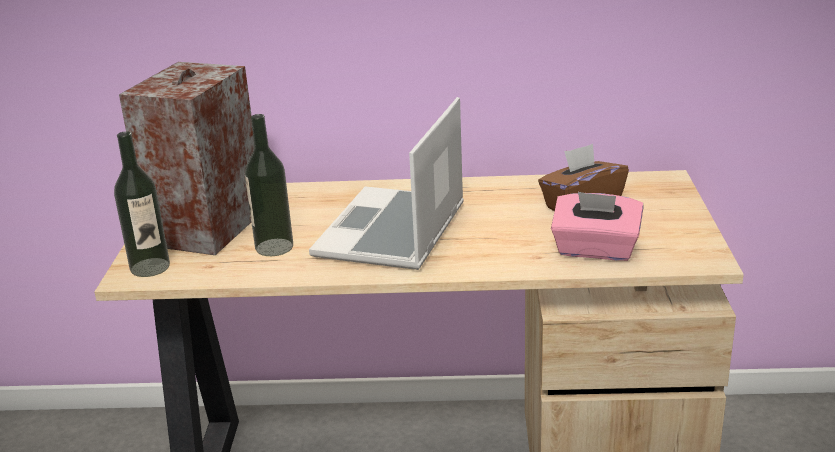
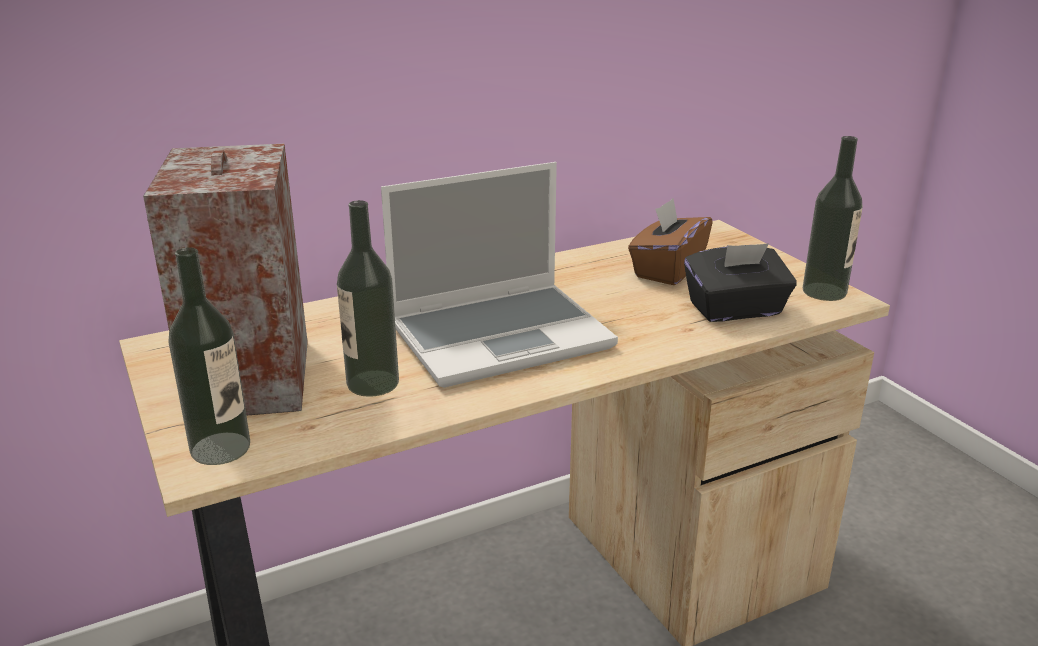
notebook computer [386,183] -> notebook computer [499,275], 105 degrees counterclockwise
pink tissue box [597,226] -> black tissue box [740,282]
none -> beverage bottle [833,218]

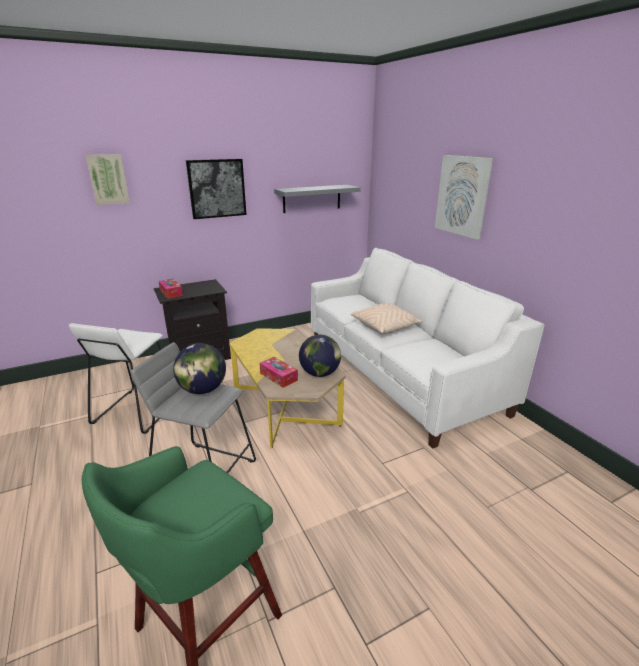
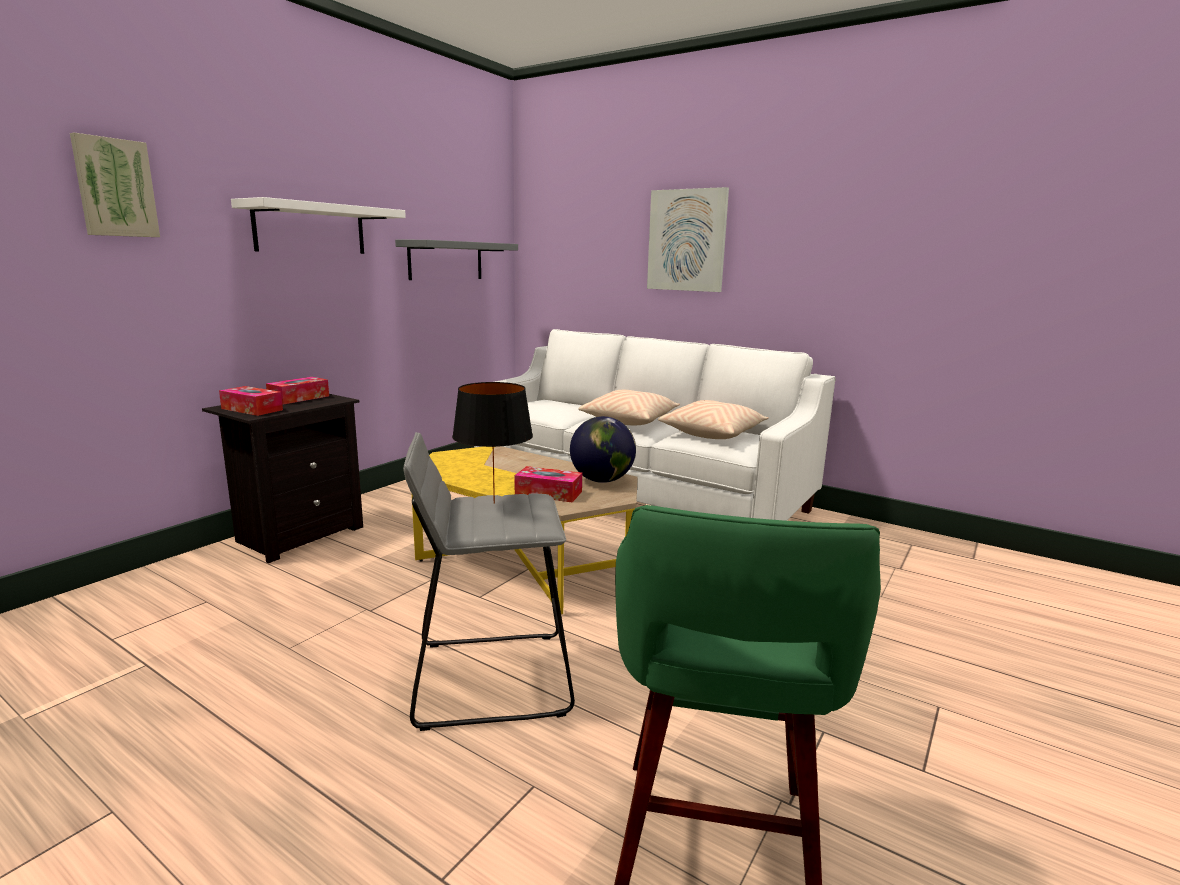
picture [216,189] -> whitish shelf [318,225]
whitish stool [116,378] -> none
globe [199,368] -> black tabletop lamp [492,443]
none -> tissue box [297,391]
none -> beige-coloured cushion [713,419]

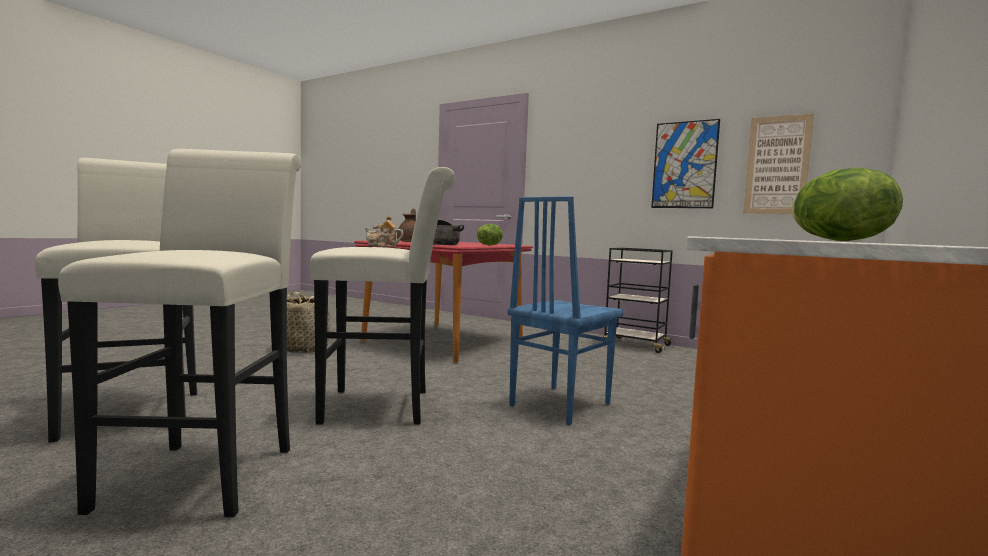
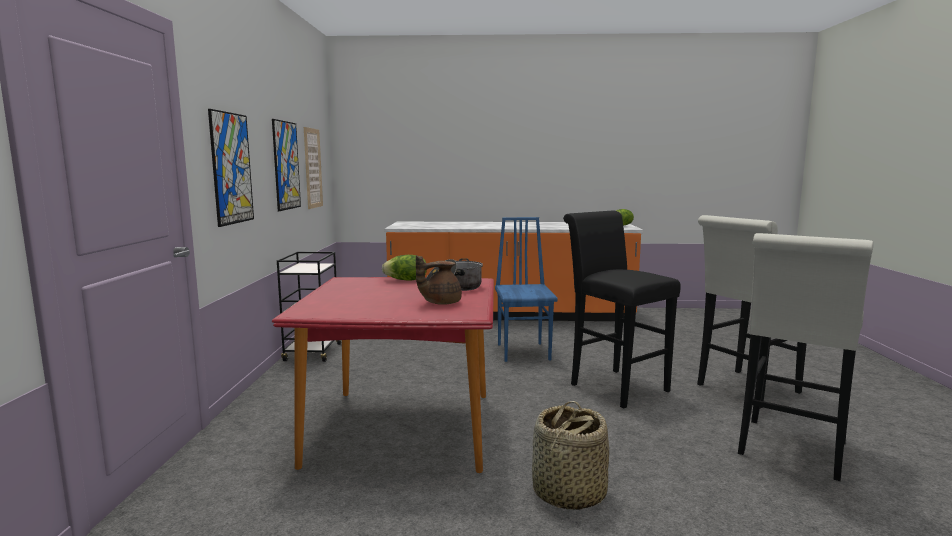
whitish stool [382,296] -> black stool [622,309]
bluish upright chair [565,310] -> bluish upright chair [526,289], 105 degrees counterclockwise
tea pot [384,231] -> none
none -> picture [231,168]

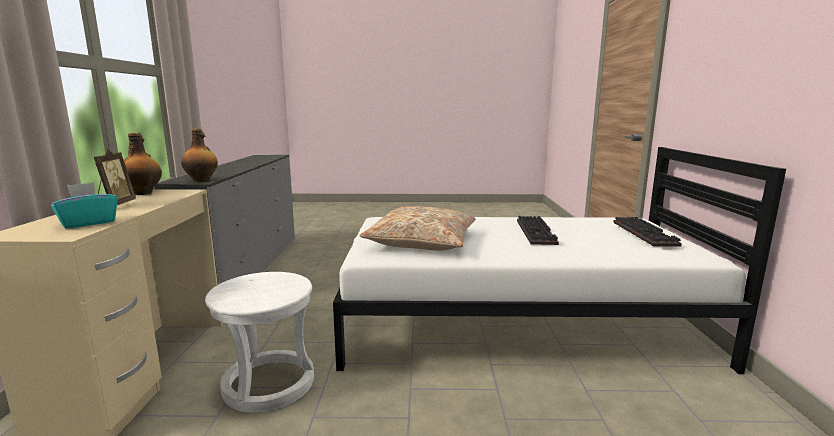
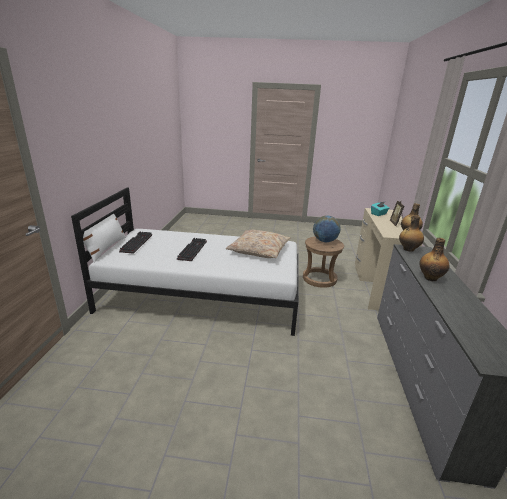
whitish stool [259,342] -> brown-coloured stool [323,262]
none -> whitish cushion [104,238]
none -> globe [327,228]
none -> beverage bottle [434,259]

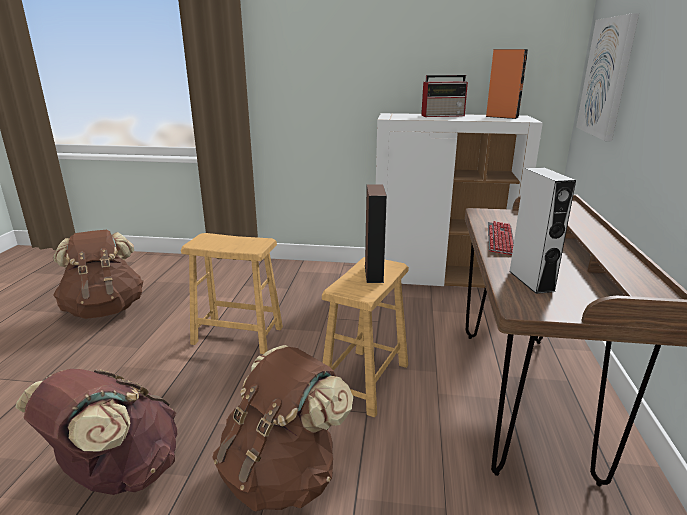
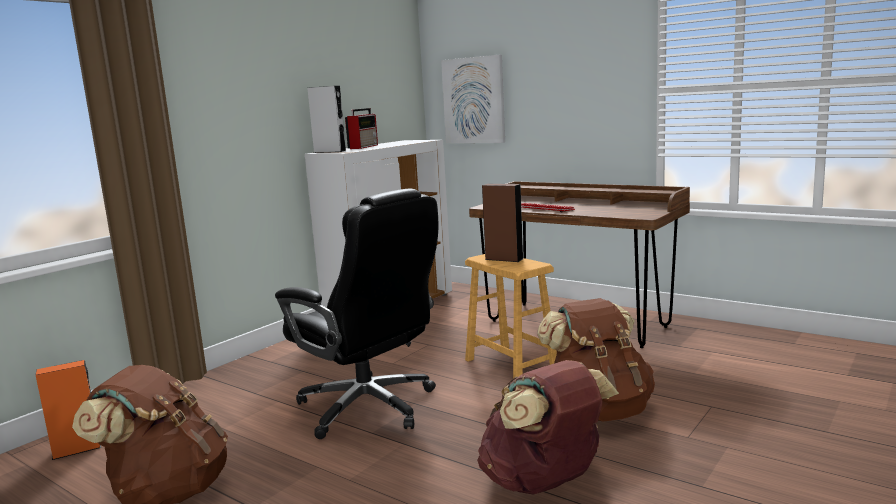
orange loudspeaker [507,84] -> orange loudspeaker [68,410], shifted
grey loudspeaker [542,230] -> grey loudspeaker [326,119], shifted
brown-coloured stool [232,293] -> black desk chair [356,314]

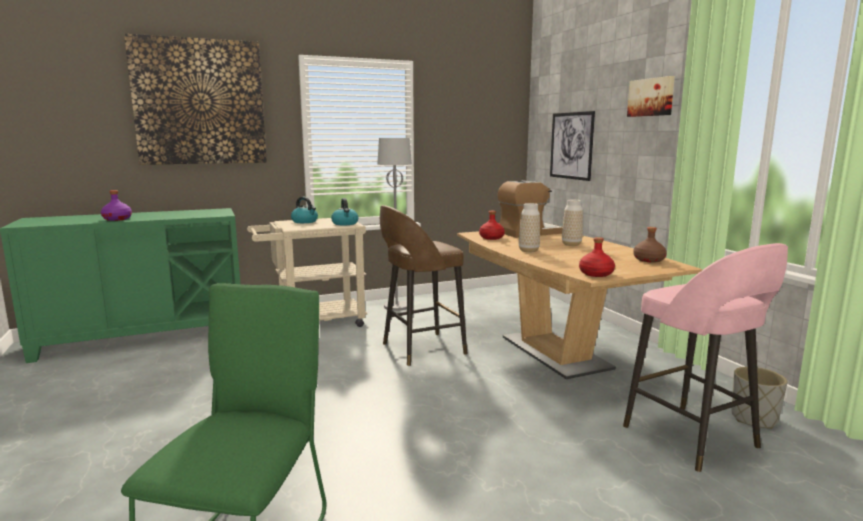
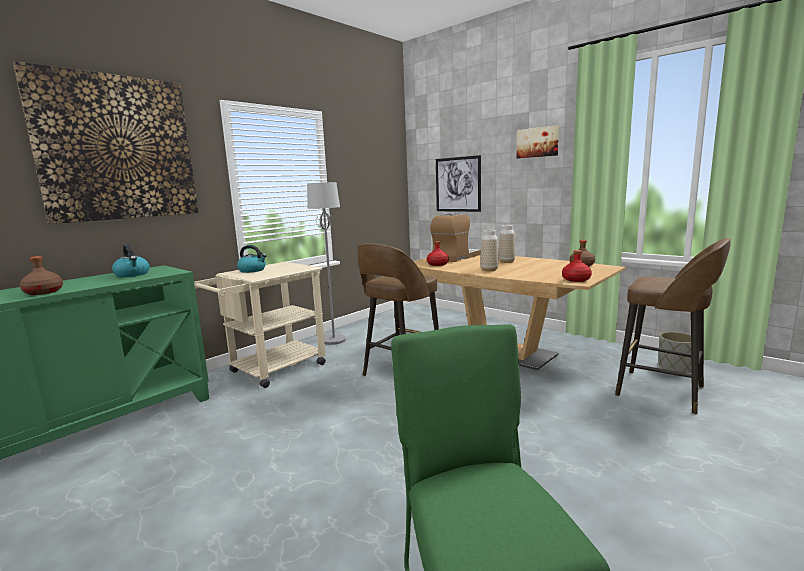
purple-coloured beverage bottle [116,205] -> brown-coloured beverage bottle [41,275]
kettle [345,211] -> kettle [131,260], shifted
pink stool [705,357] -> brown-coloured stool [673,326]

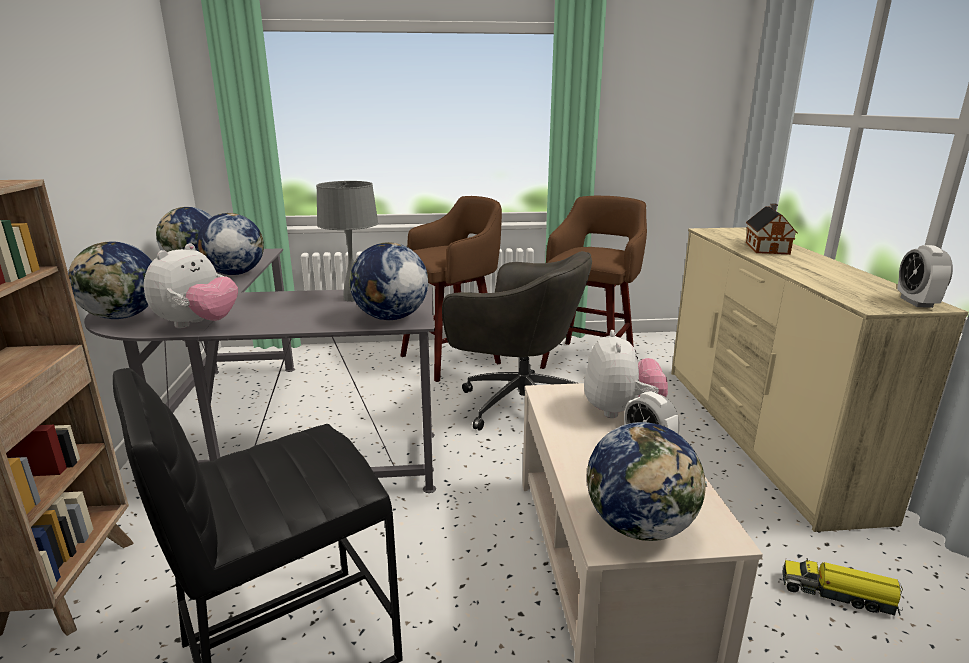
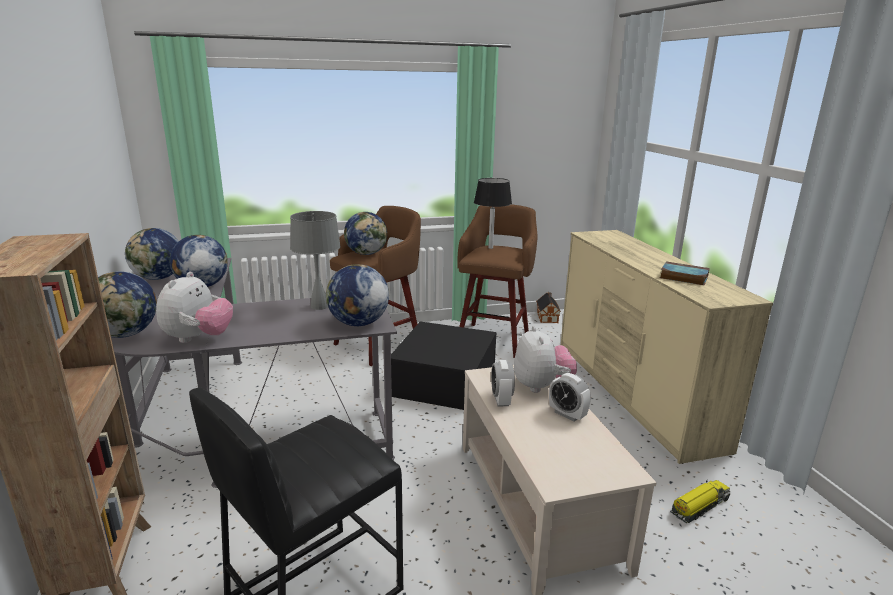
toy house [772,229] -> toy house [548,307], shifted
alarm clock [925,276] -> alarm clock [503,383], shifted
grey desk chair [517,341] -> black storage bin [443,365]
globe [647,481] -> globe [365,233], shifted
toy truck [843,587] -> toy truck [700,502], 135 degrees clockwise
none -> black tabletop lamp [493,213]
none -> bound book [685,274]

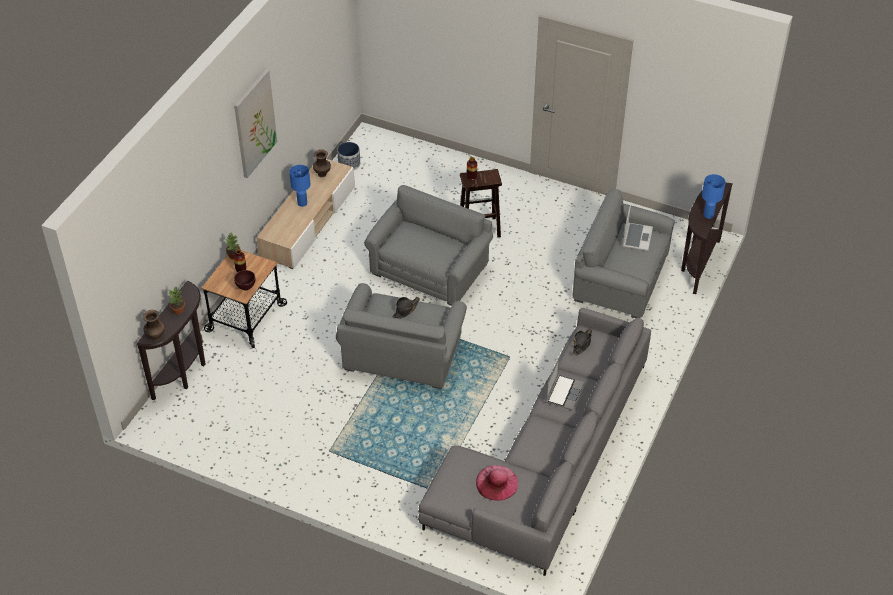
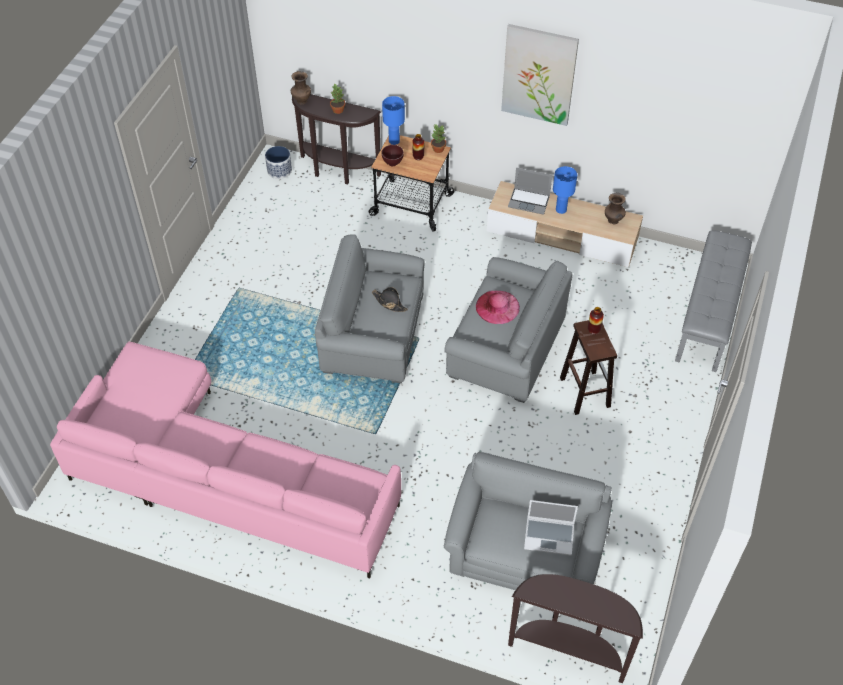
plant pot [348,156] -> plant pot [278,162], shifted
bluish tabletop lamp [714,196] -> bluish tabletop lamp [393,120], shifted
grey couch [534,442] -> pink couch [225,460]
black clothing hat [582,342] -> none
notebook computer [564,383] -> notebook computer [530,191], shifted
pink clothing hat [497,483] -> pink clothing hat [498,307], shifted
none -> grey indoor bench [713,301]

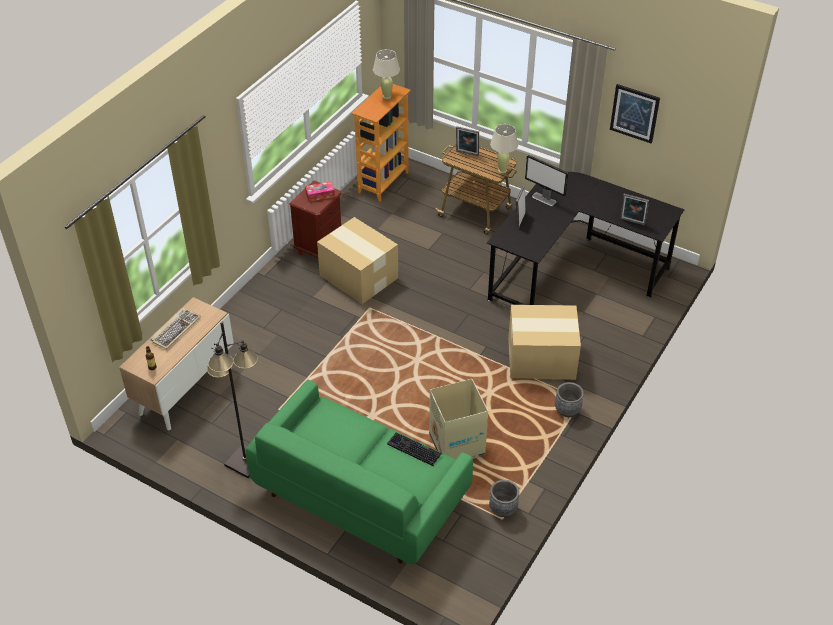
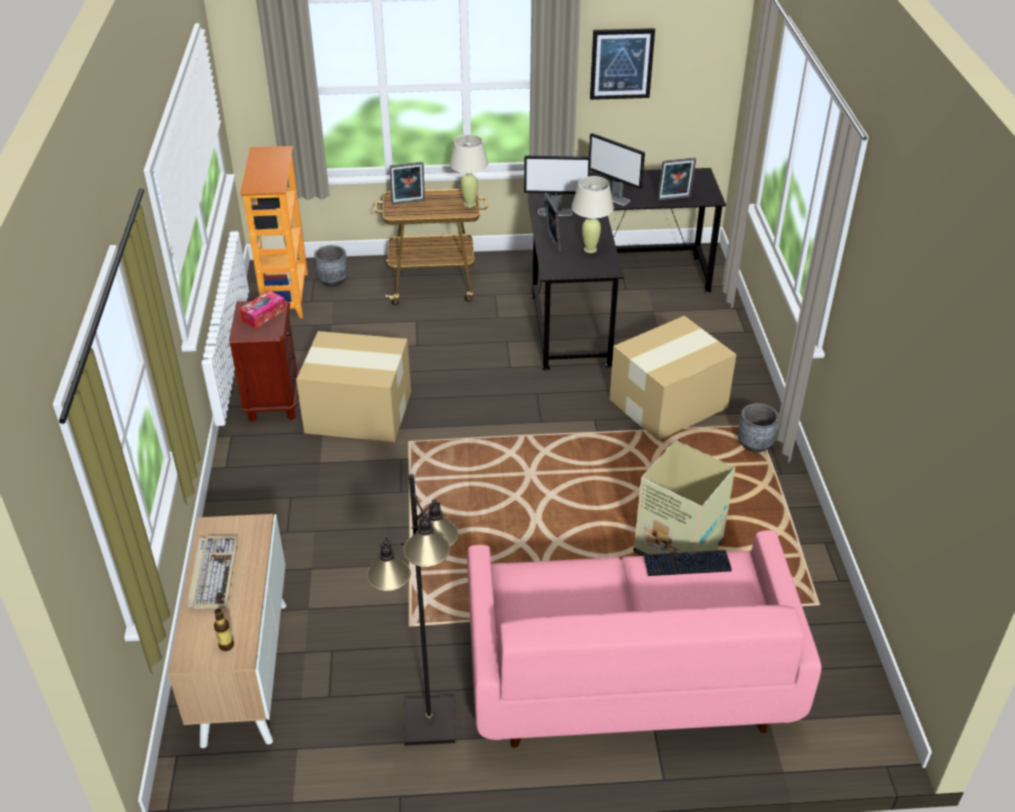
beige-coloured tabletop lamp [386,74] -> beige-coloured tabletop lamp [593,214], shifted
green-coloured couch [359,472] -> pink couch [644,639]
grey plant pot [504,498] -> grey plant pot [331,266], shifted
none -> computer display [617,169]

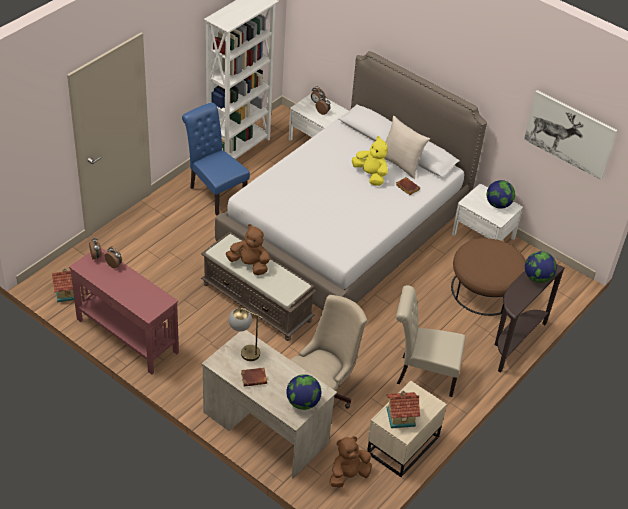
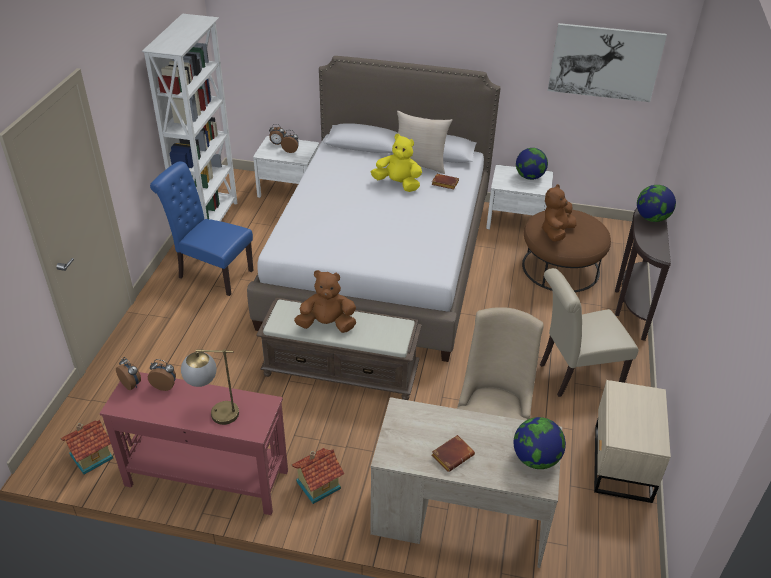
tabletop lamp [246,334] -> tabletop lamp [210,387], shifted
toy house [403,409] -> toy house [318,476], shifted
brown-coloured plush toy [351,461] -> brown-coloured plush toy [559,213], shifted

